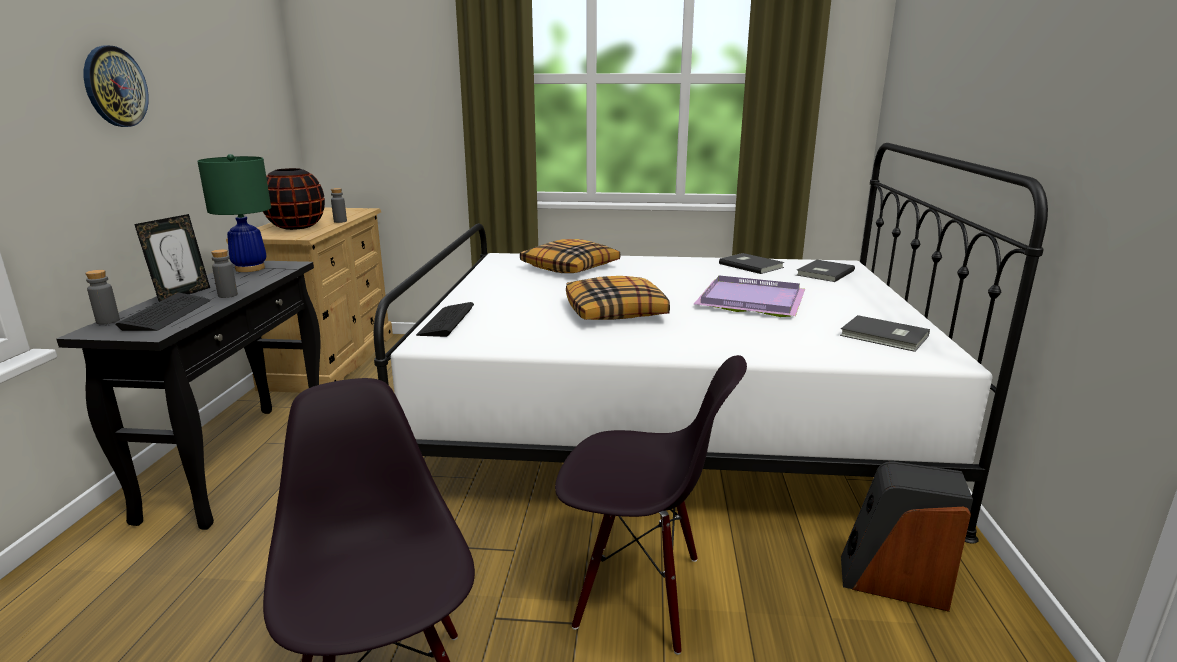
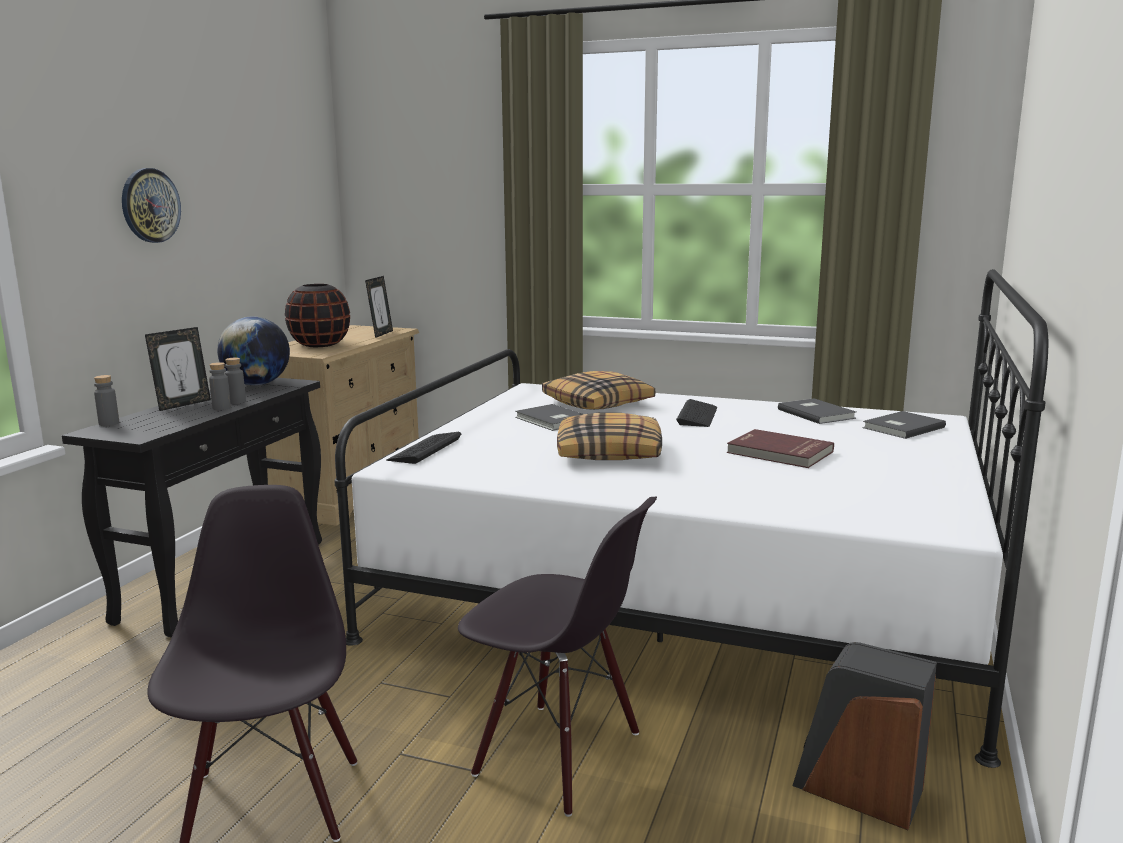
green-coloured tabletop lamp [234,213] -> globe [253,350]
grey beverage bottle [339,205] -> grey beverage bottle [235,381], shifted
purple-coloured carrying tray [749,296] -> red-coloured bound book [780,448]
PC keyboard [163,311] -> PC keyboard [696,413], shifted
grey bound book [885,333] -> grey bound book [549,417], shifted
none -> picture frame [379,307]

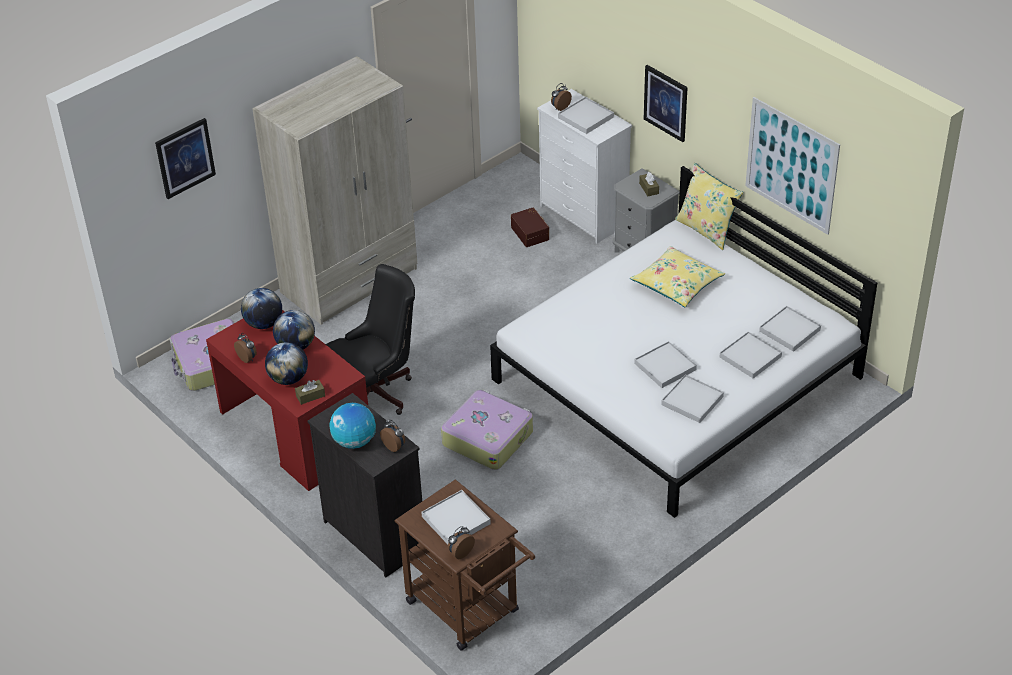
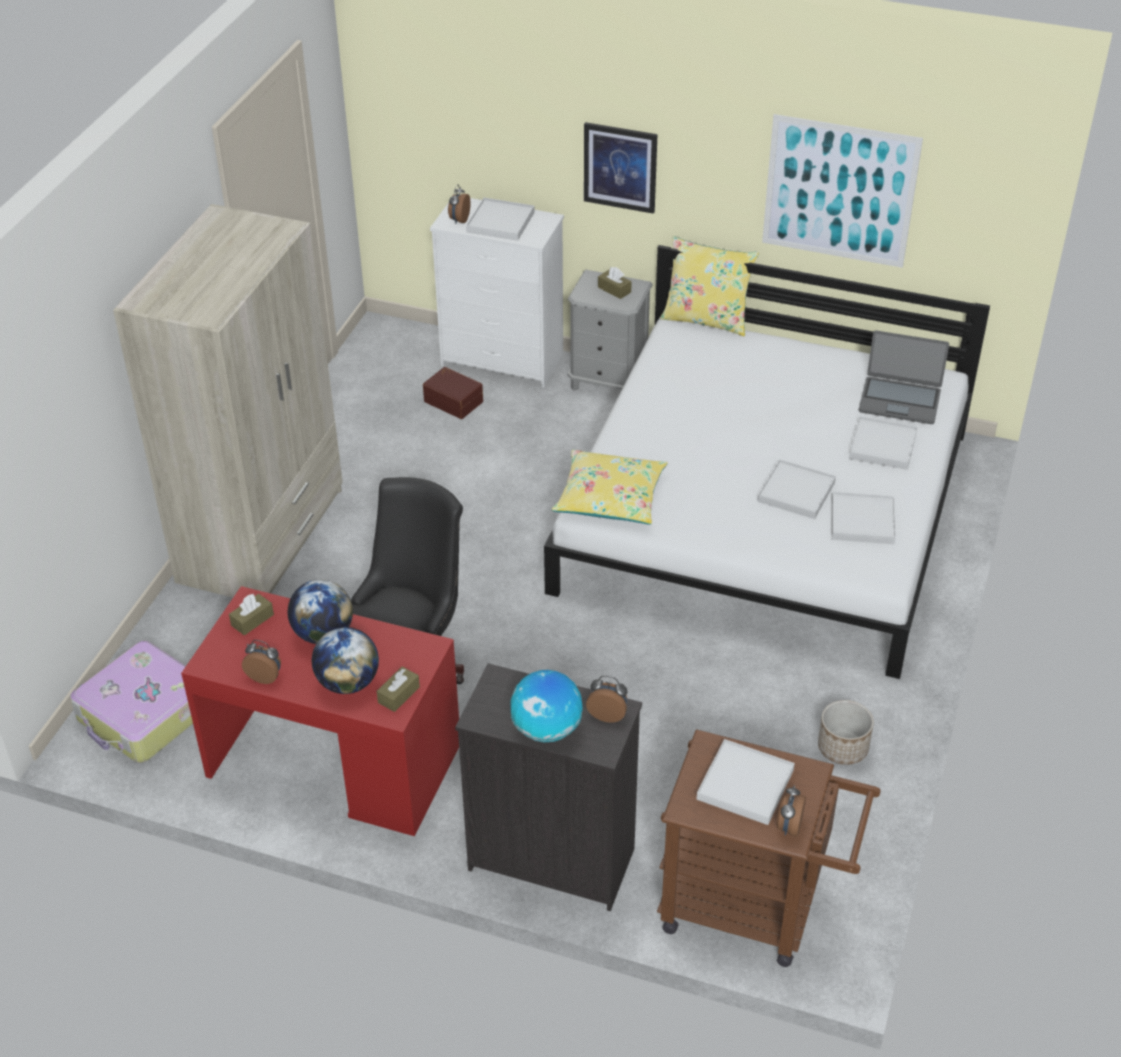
picture [185,158] -> none
yellowish cushion [677,276] -> yellowish cushion [610,487], shifted
globe [261,308] -> brown-coloured tissue box [251,614]
whitish carrying tray [790,329] -> notebook computer [904,377]
piece of luggage [487,430] -> none
none -> plant pot [846,732]

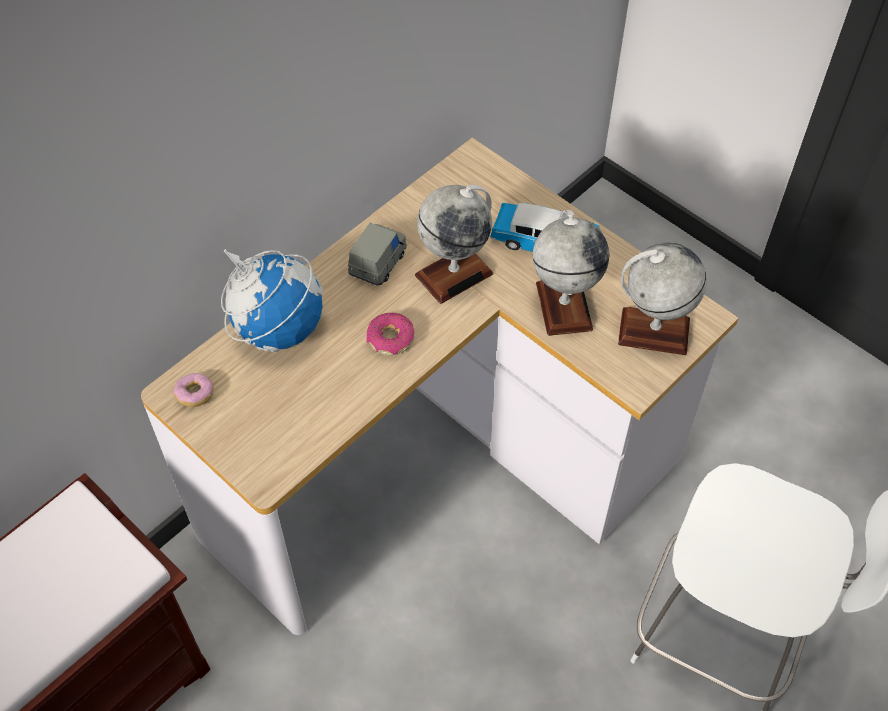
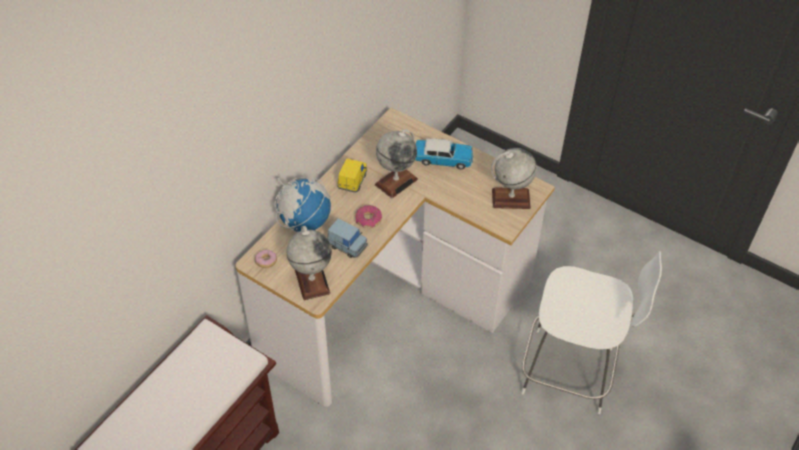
globe [571,273] -> globe [309,263], shifted
grey model car [377,254] -> yellowish model car [352,175]
none -> bluish model car [347,238]

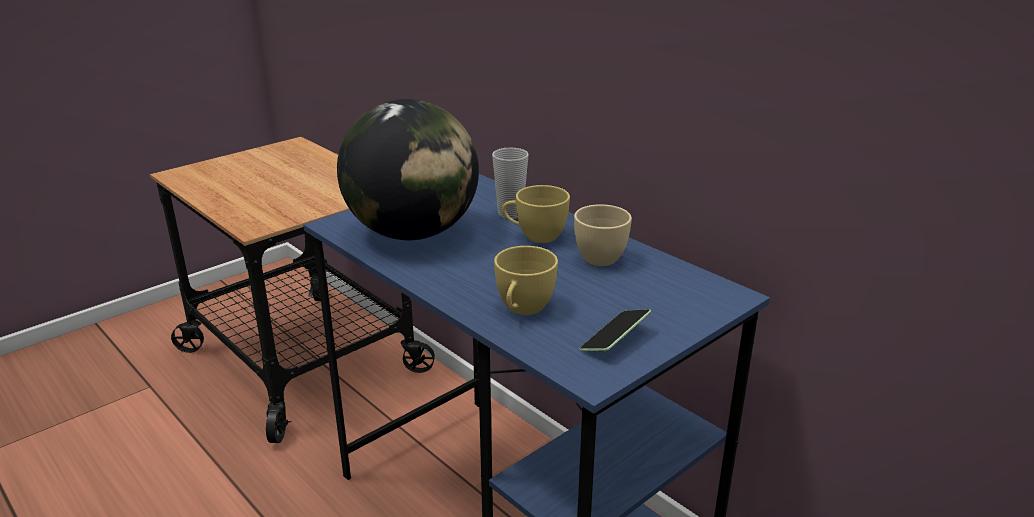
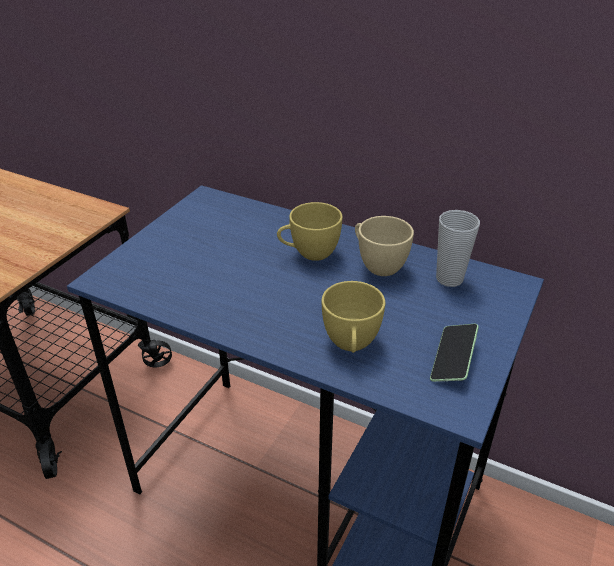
globe [408,169] -> none
small cup [510,183] -> small cup [458,248], shifted

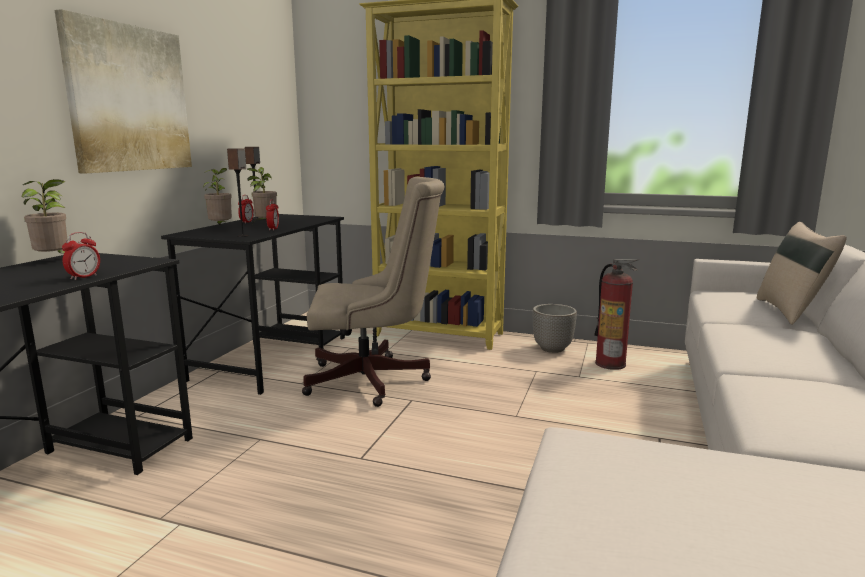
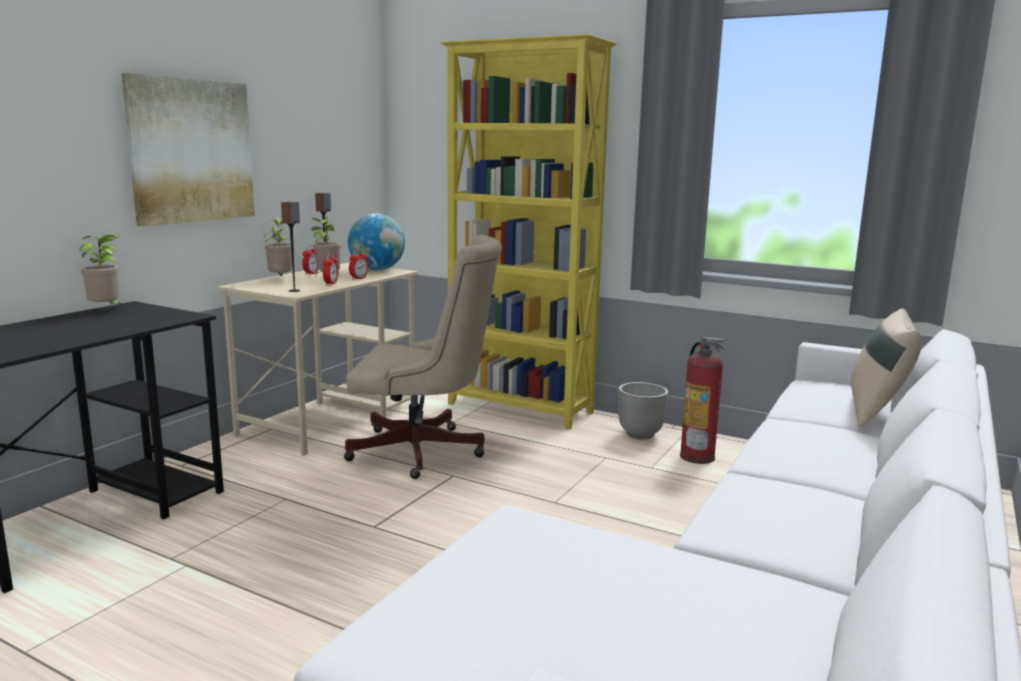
black desk unit [253,304] -> beige-coloured desk unit [317,359]
alarm clock [81,256] -> alarm clock [359,264], shifted
none -> globe [376,242]

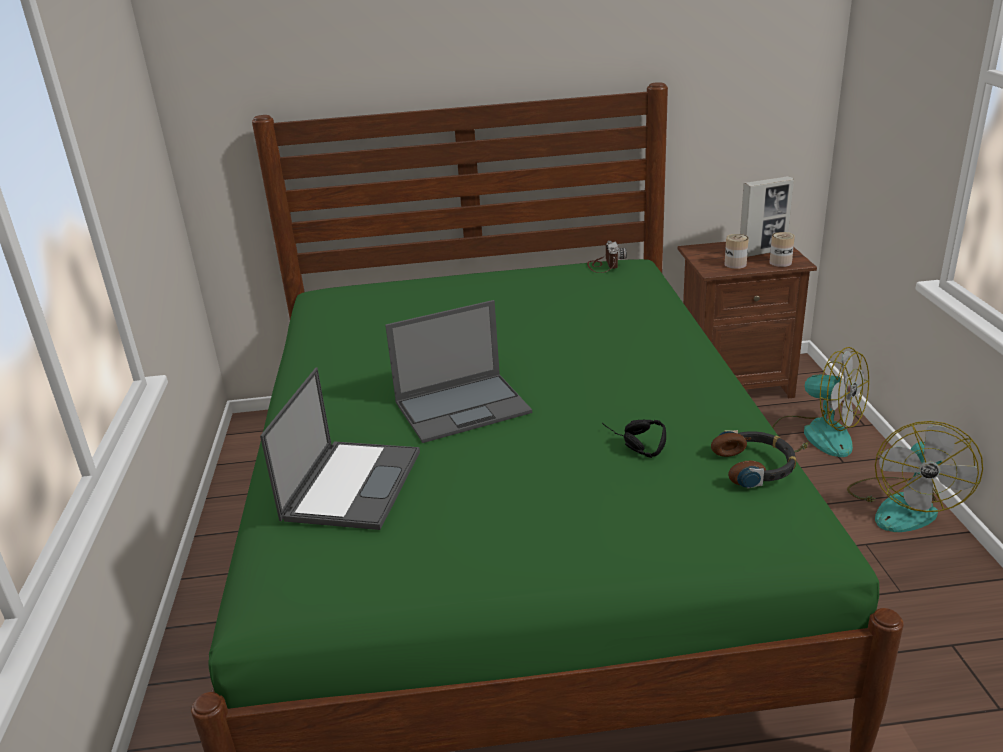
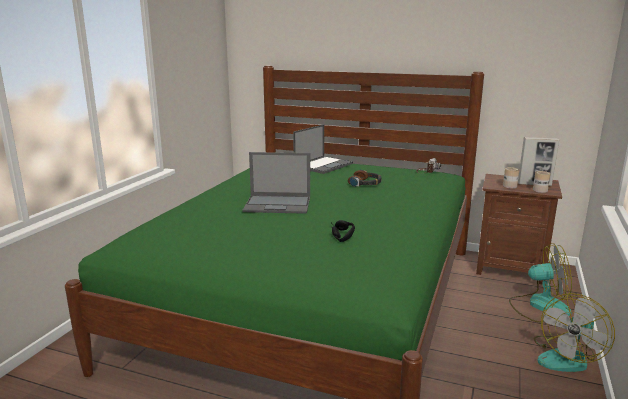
electric fan [820,402] -> electric fan [540,283], 60 degrees counterclockwise
notebook computer [340,448] -> notebook computer [323,149], shifted
headphones [753,459] -> headphones [365,178], shifted

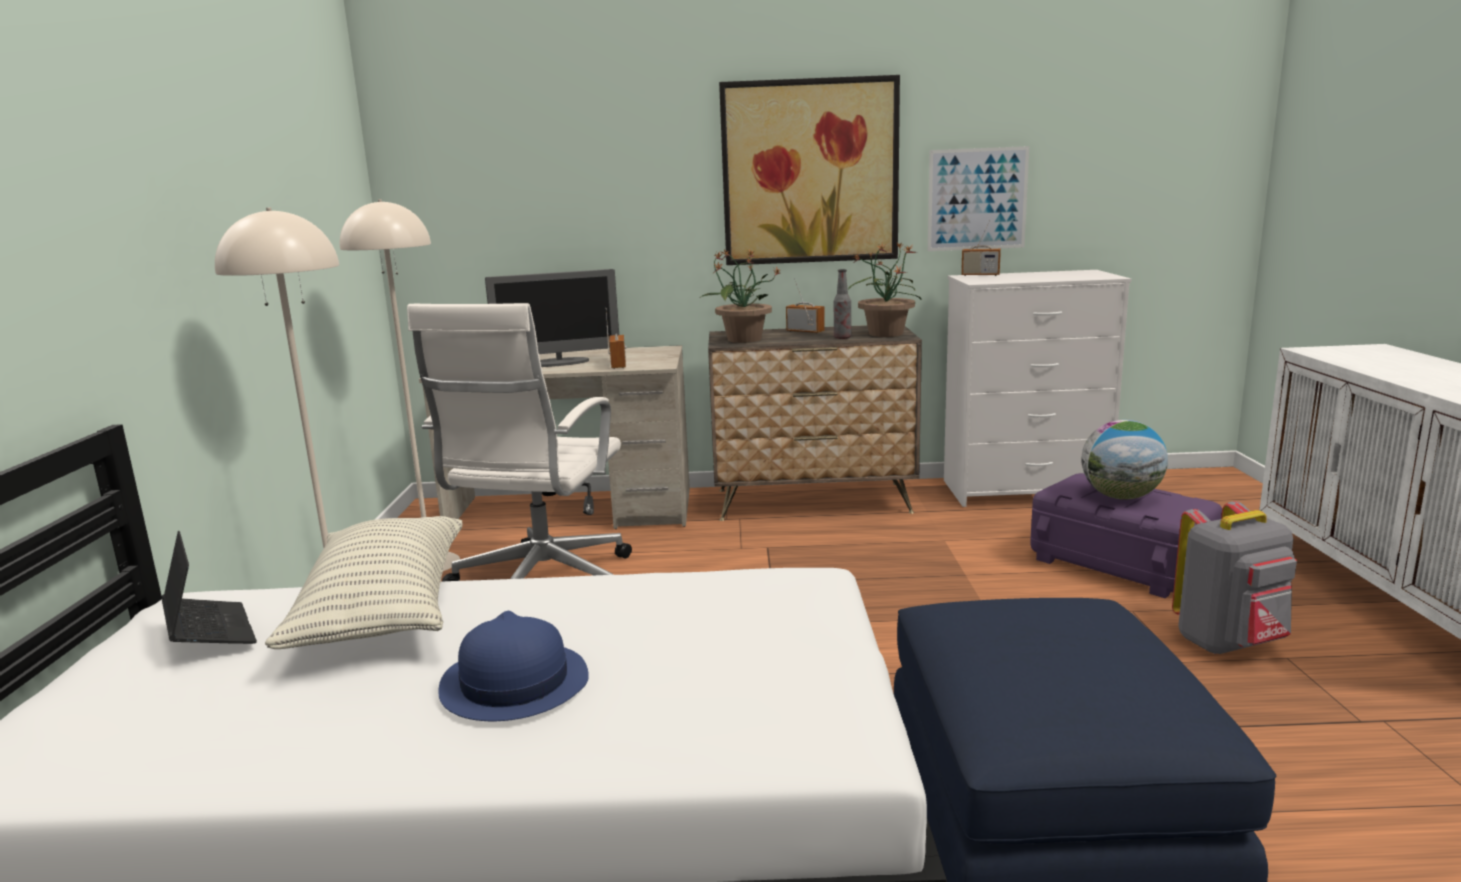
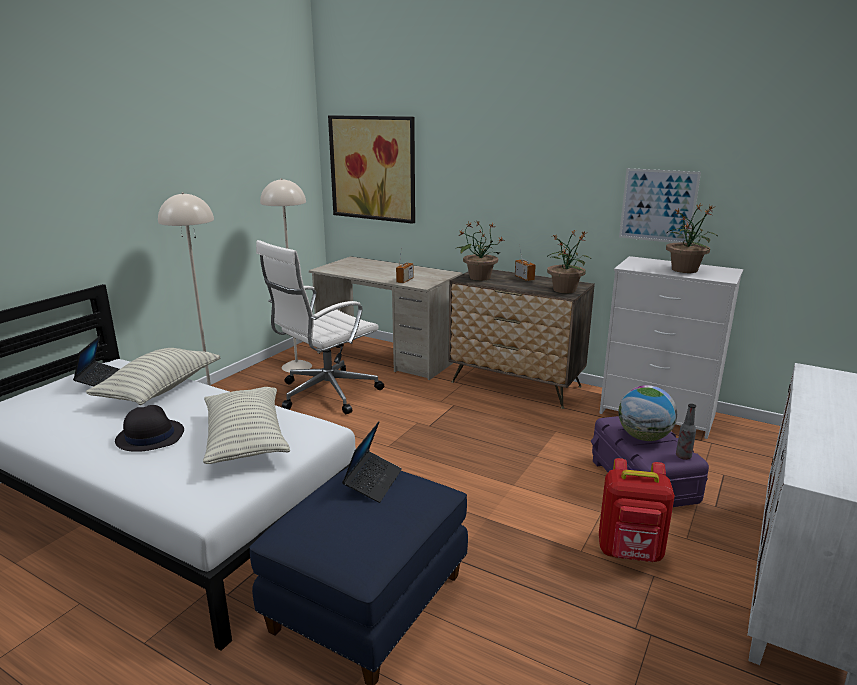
picture [809,170] -> picture [371,169], shifted
radio set [981,248] -> none
computer display [552,318] -> none
beverage bottle [842,304] -> beverage bottle [686,431], shifted
grey backpack [1234,577] -> red-coloured backpack [637,510]
bluish clothing hat [513,666] -> black clothing hat [149,428]
none -> potted plant [692,238]
none -> cushion [246,425]
none -> notebook computer [372,462]

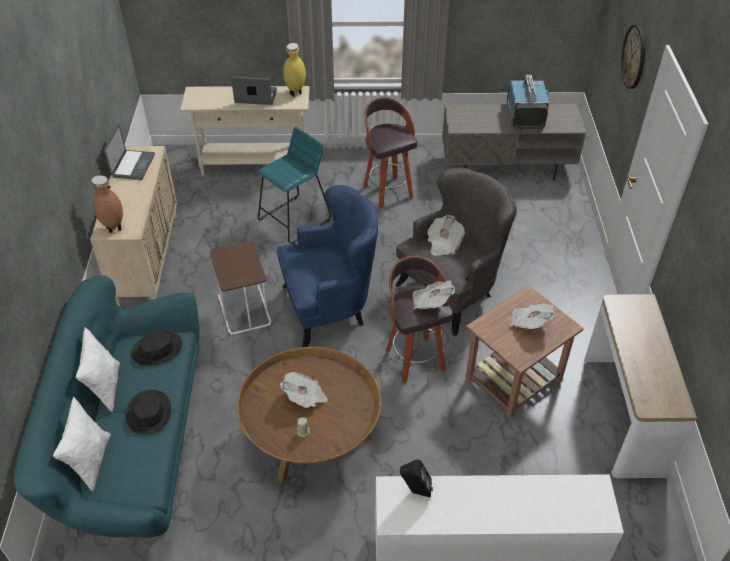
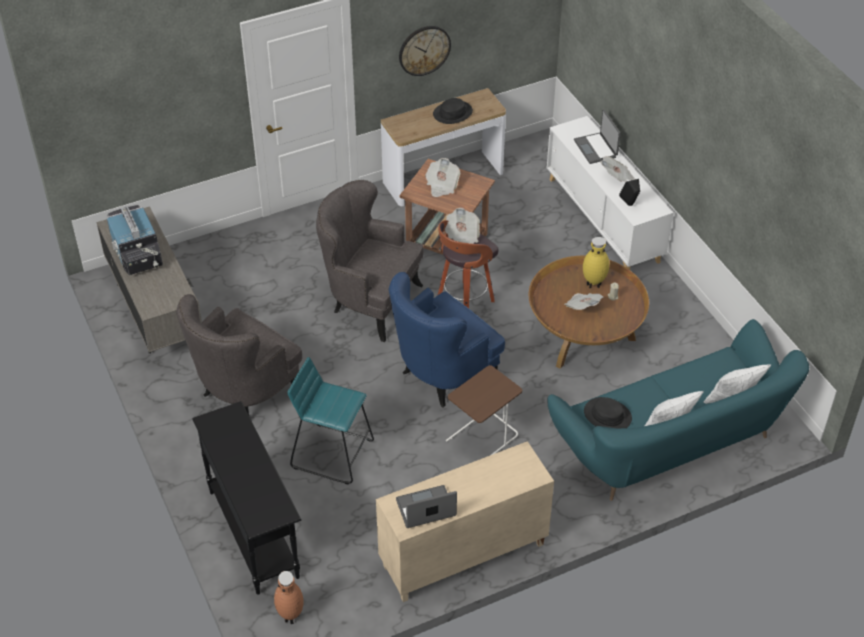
clock on the wall [633,57] -> clock on the wall [425,51], shifted
yellowish vase [294,70] -> yellowish vase [596,263], shifted
TV set [528,102] -> TV set [135,240], 90 degrees counterclockwise
notebook computer [254,91] -> notebook computer [597,137], shifted
beige-coloured console table [245,131] -> black console table [246,498]
stool [390,152] -> grey armchair [239,354]
brown-coloured vase [107,204] -> brown-coloured vase [289,597], shifted
bluish armchair [327,266] -> bluish armchair [447,340], 90 degrees counterclockwise
printed paper [446,235] -> printed paper [617,169], shifted
black clothing hat [148,412] -> black clothing hat [453,111], shifted

